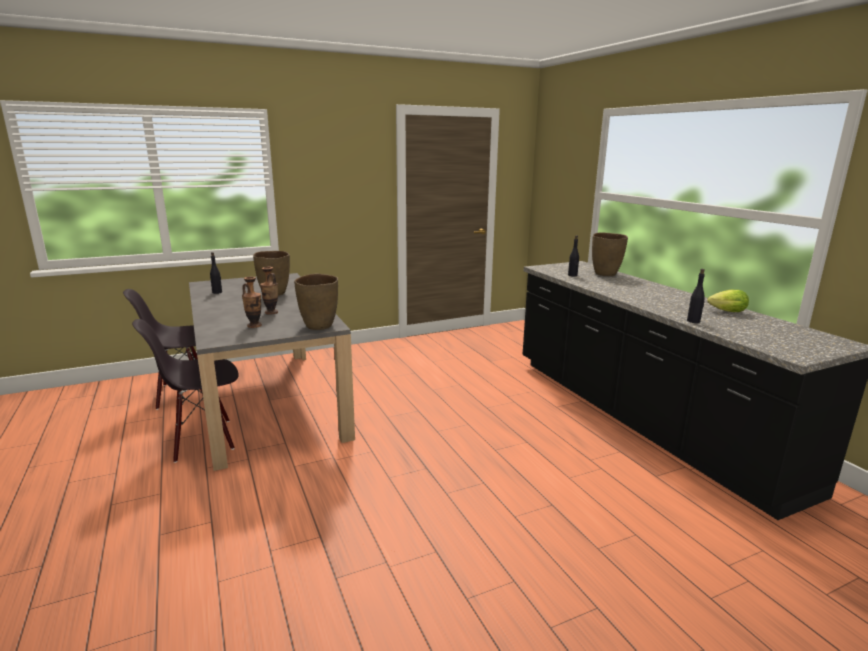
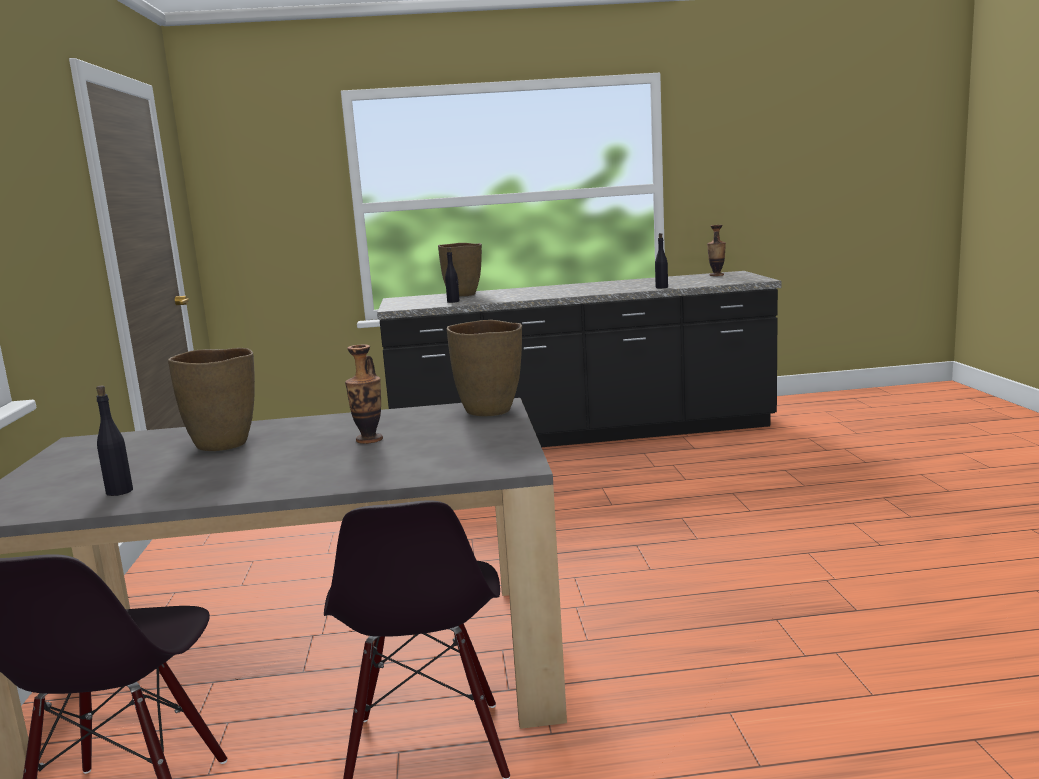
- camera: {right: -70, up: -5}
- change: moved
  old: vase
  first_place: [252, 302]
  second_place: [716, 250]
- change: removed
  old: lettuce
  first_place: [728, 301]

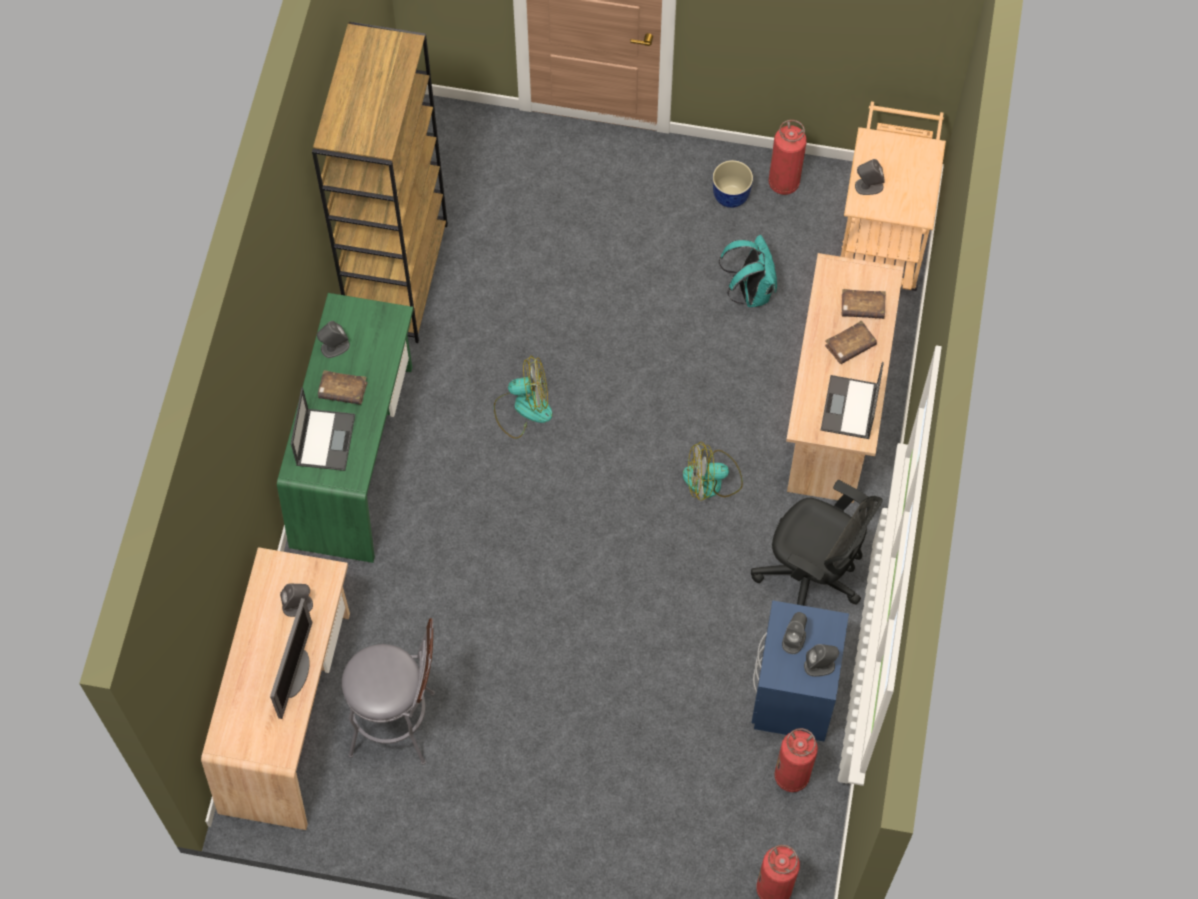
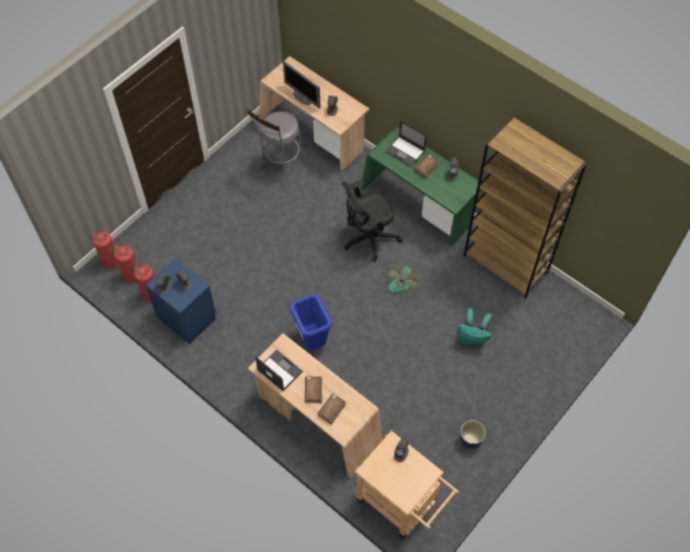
- camera: {right: 120, up: -5}
- change: moved
  old: fire extinguisher
  first_place: [788, 157]
  second_place: [127, 263]
- change: moved
  old: turquoise backpack
  first_place: [748, 271]
  second_place: [474, 327]
- change: replaced
  old: fan
  new: blue trash can
  first_place: [713, 471]
  second_place: [311, 322]
- change: moved
  old: black office chair
  first_place: [817, 543]
  second_place: [372, 221]

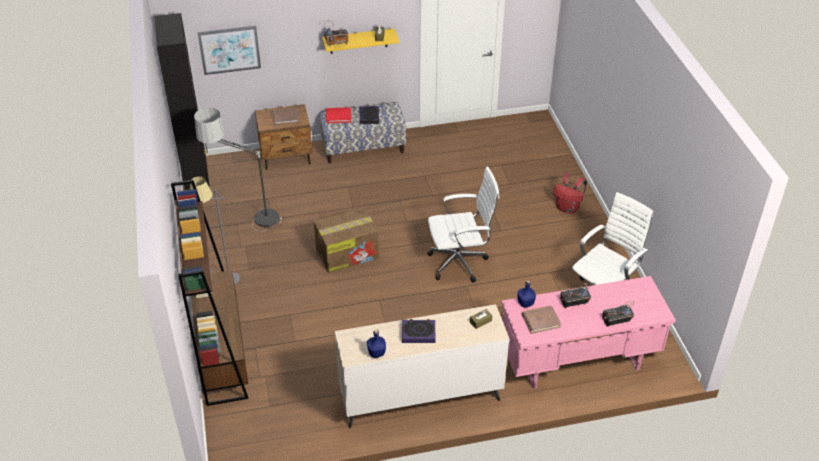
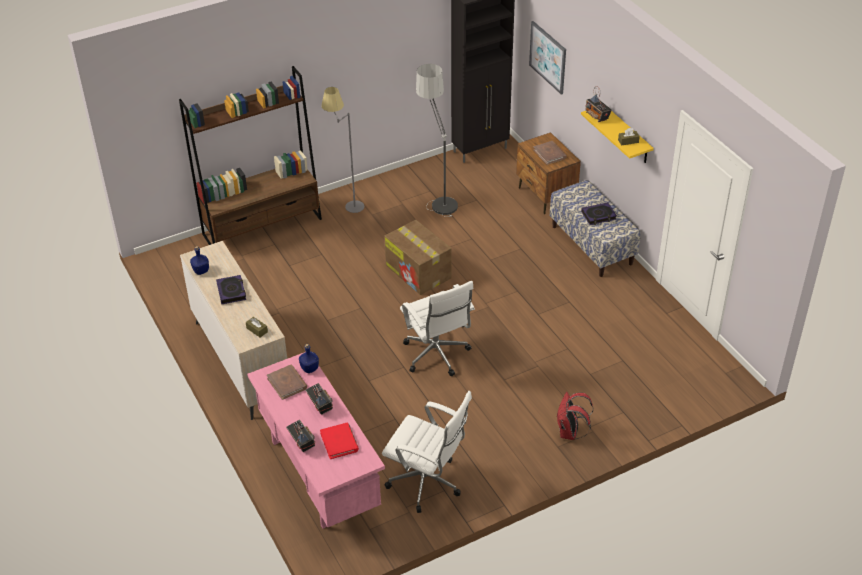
- camera: {right: 75, up: 0}
- change: moved
  old: red book
  first_place: [338, 115]
  second_place: [339, 441]

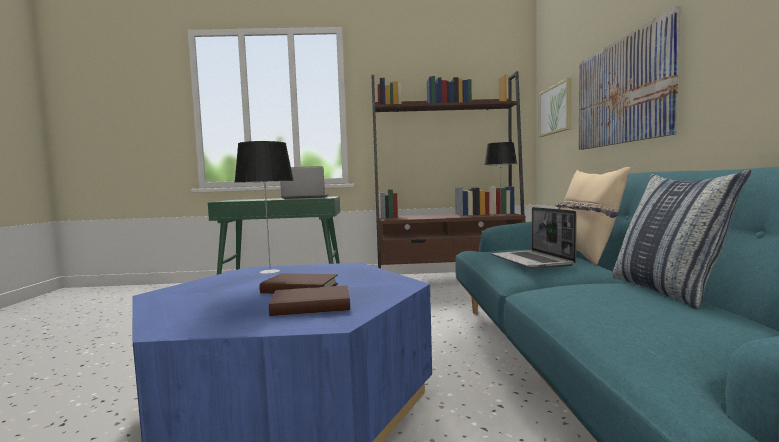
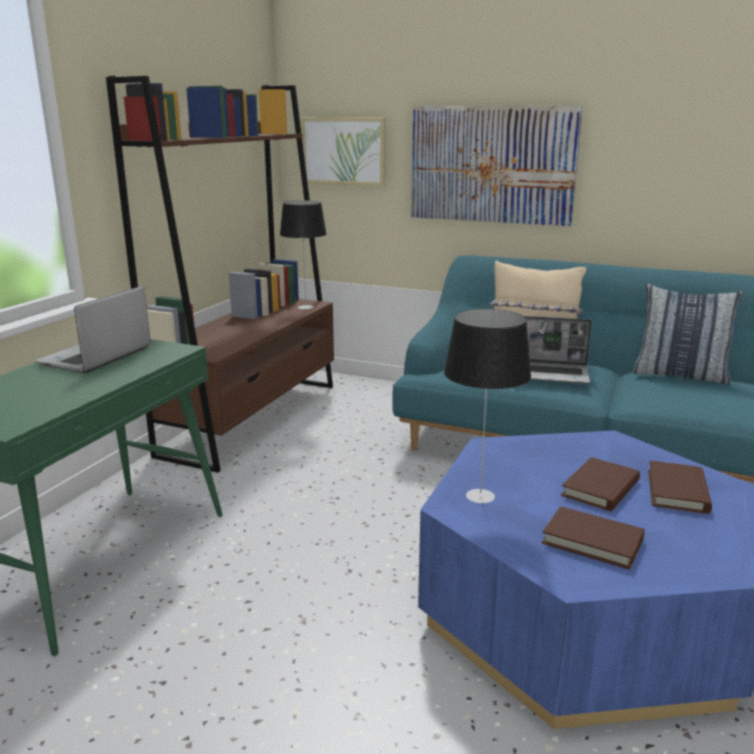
- camera: {right: -65, up: 15}
- change: added
  new: brown book
  second_place: [593, 538]

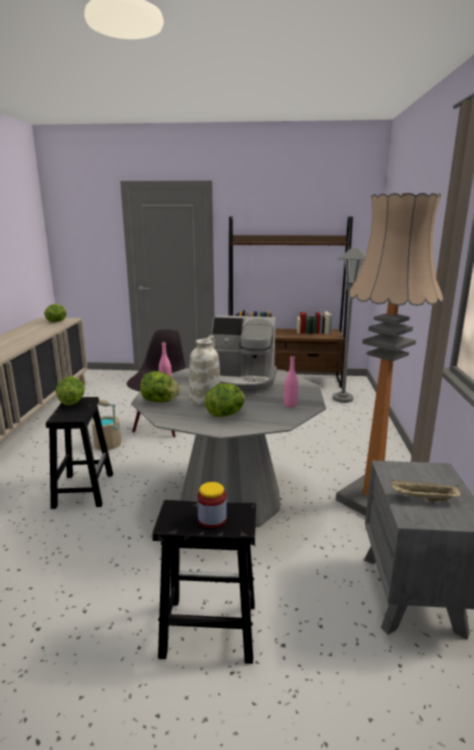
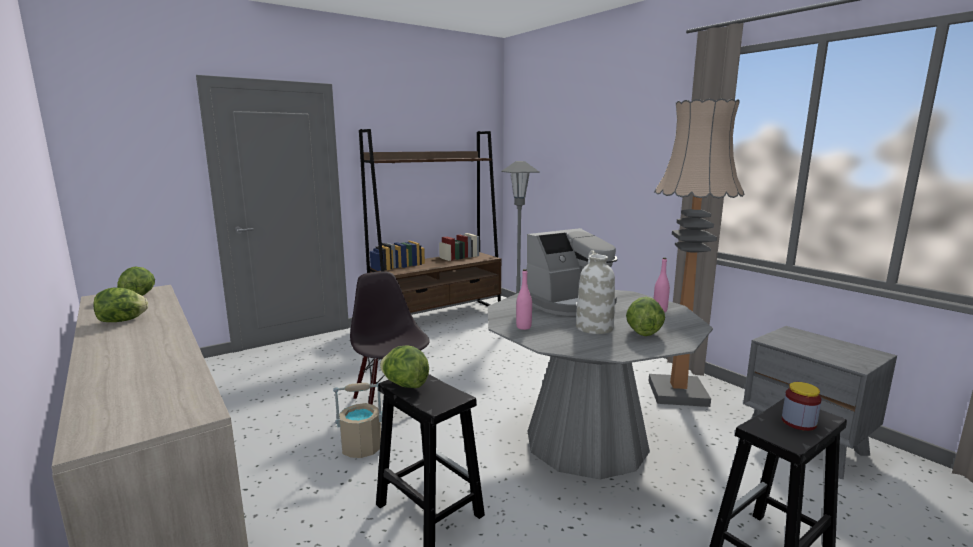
- camera: {right: -40, up: -5}
- change: moved
  old: lettuce
  first_place: [160, 386]
  second_place: [120, 304]
- change: removed
  old: beige tray
  first_place: [426, 491]

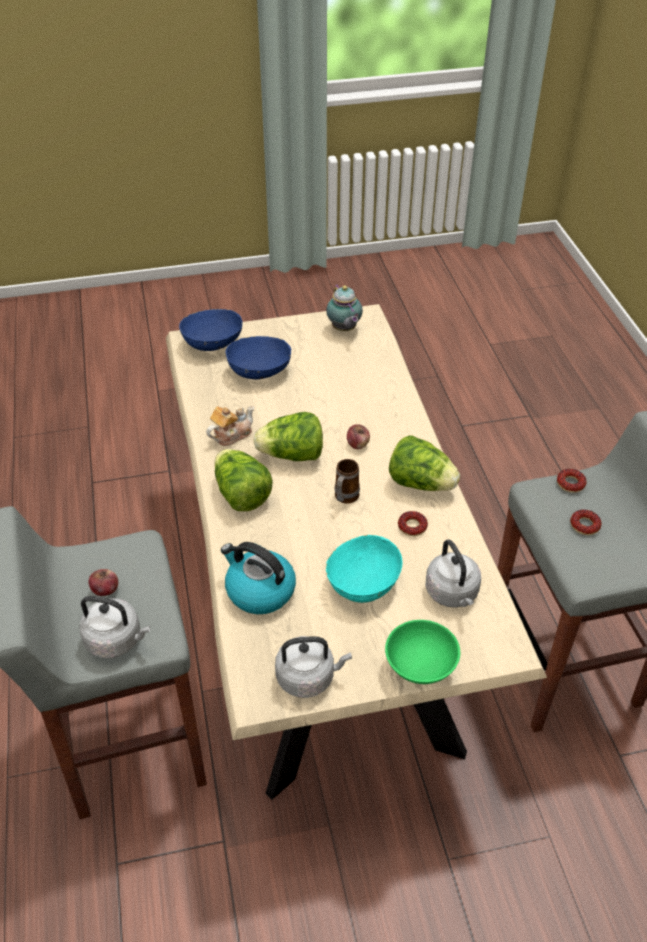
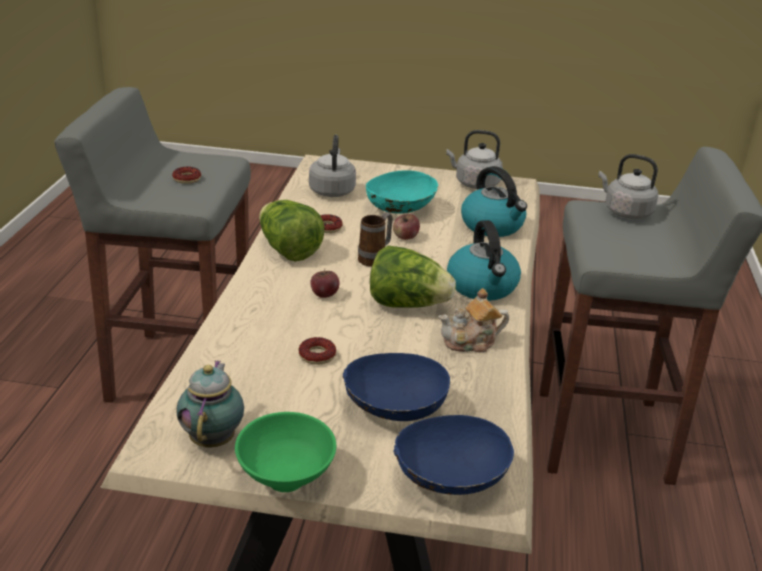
- camera: {right: -160, up: -15}
- change: replaced
  old: lettuce
  new: kettle
  first_place: [243, 480]
  second_place: [484, 260]
- change: moved
  old: donut
  first_place: [572, 481]
  second_place: [317, 351]
- change: moved
  old: apple
  first_place: [103, 582]
  second_place: [406, 227]
- change: moved
  old: green bowl
  first_place: [422, 652]
  second_place: [285, 452]

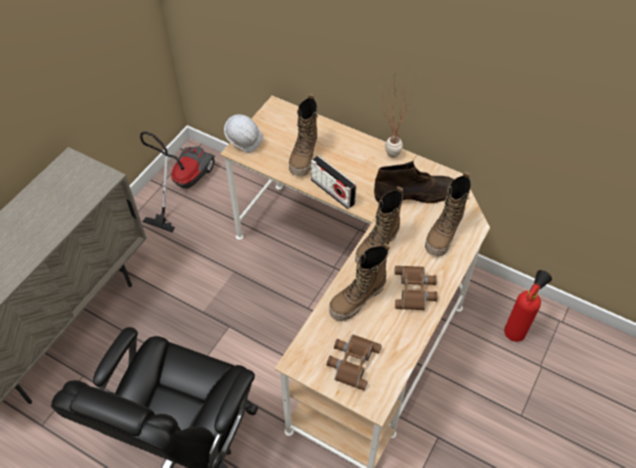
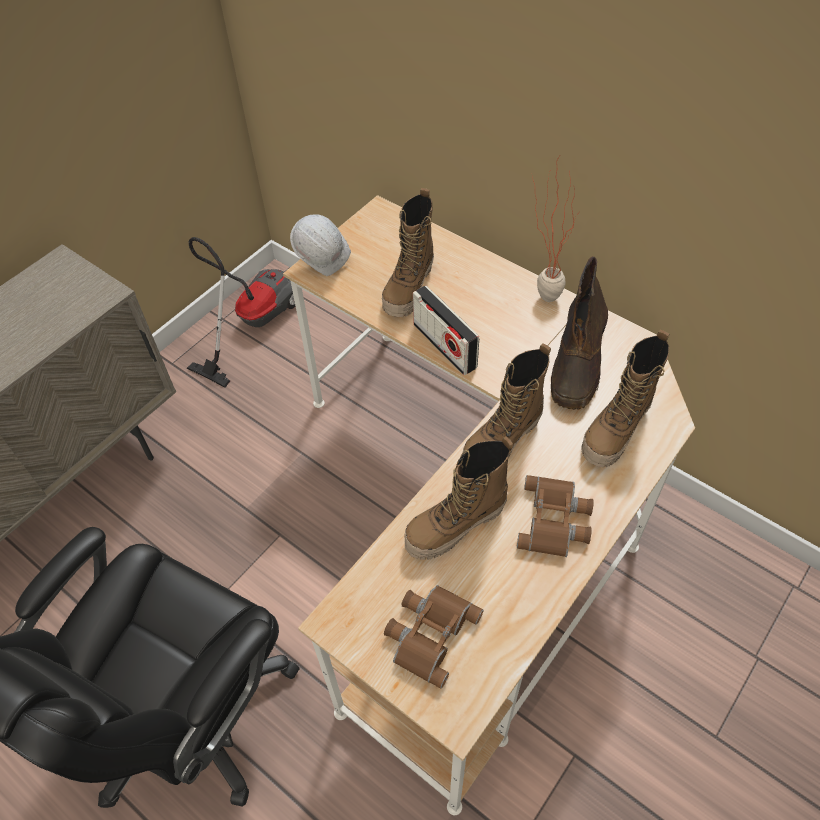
- camera: {right: 10, up: 0}
- change: turned
  old: brown boot
  first_place: [414, 182]
  second_place: [579, 333]
  degrees: 105
- change: removed
  old: fire extinguisher
  first_place: [528, 306]

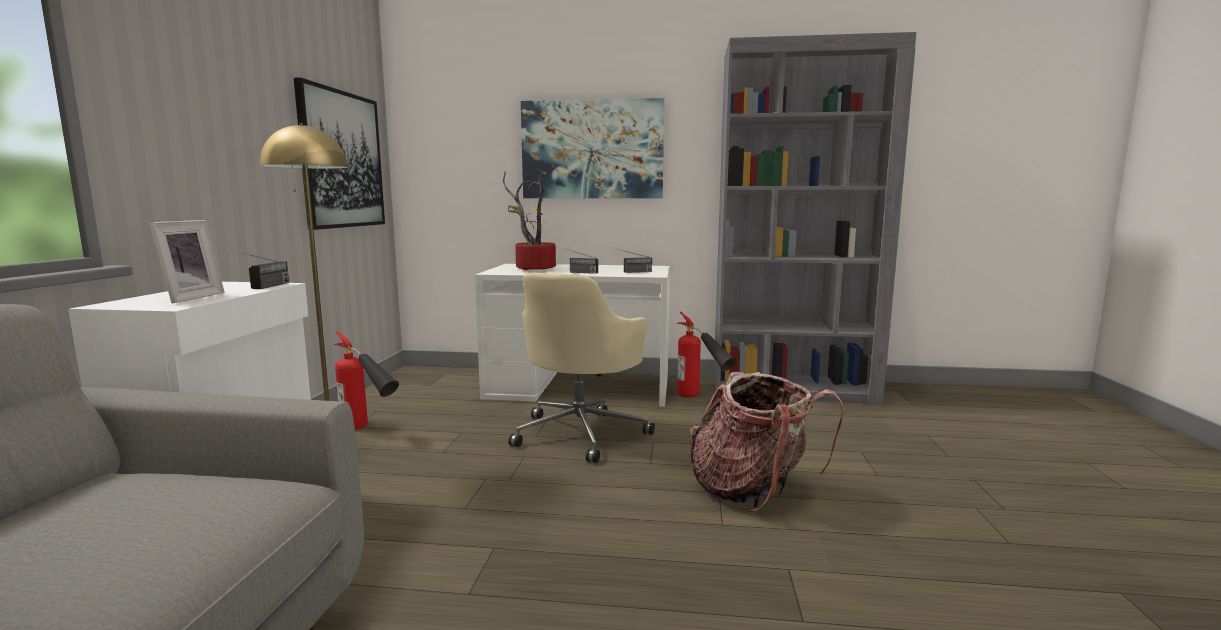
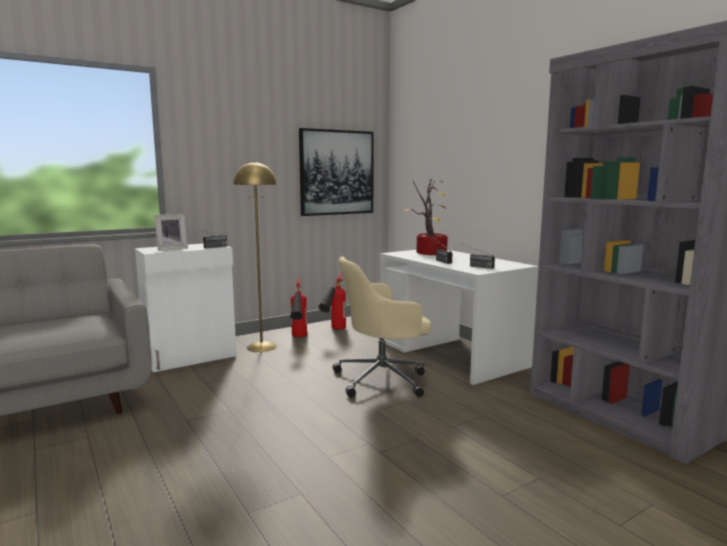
- camera: {right: 50, up: 0}
- change: removed
  old: picture
  first_place: [592, 148]
- change: moved
  old: fire extinguisher
  first_place: [706, 354]
  second_place: [332, 301]
- change: removed
  old: backpack
  first_place: [766, 442]

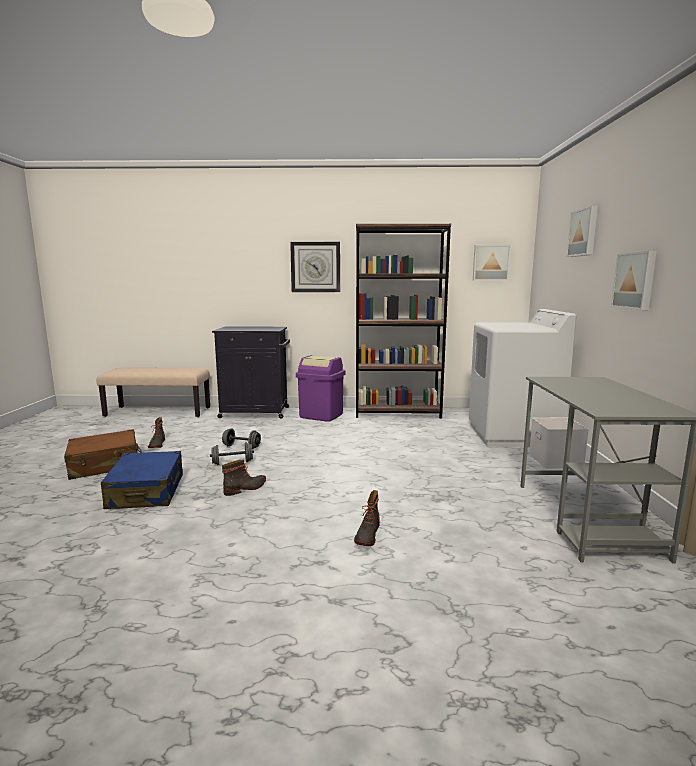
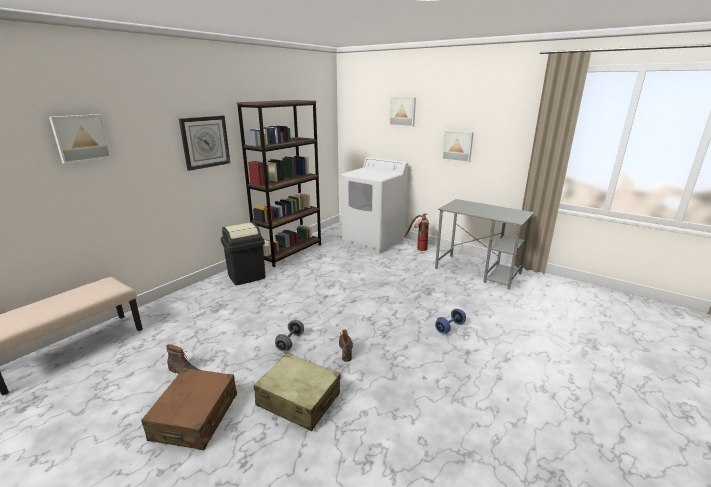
- camera: {right: -55, up: 10}
- change: moved
  old: picture
  first_place: [492, 263]
  second_place: [80, 139]
- change: removed
  old: black cabinet
  first_place: [251, 373]
- change: recoloured
  old: purple trash can
  new: black trash can
  first_place: [320, 388]
  second_place: [243, 253]
- change: replaced
  old: white storage box
  new: fire extinguisher
  first_place: [559, 443]
  second_place: [416, 232]
- change: removed
  old: grey dumbbell
  first_place: [241, 438]
- change: recoloured
  old: blue suitcase
  new: beige suitcase
  first_place: [142, 480]
  second_place: [297, 392]
- change: replaced
  old: boot
  new: blue dumbbell
  first_place: [366, 518]
  second_place: [450, 321]

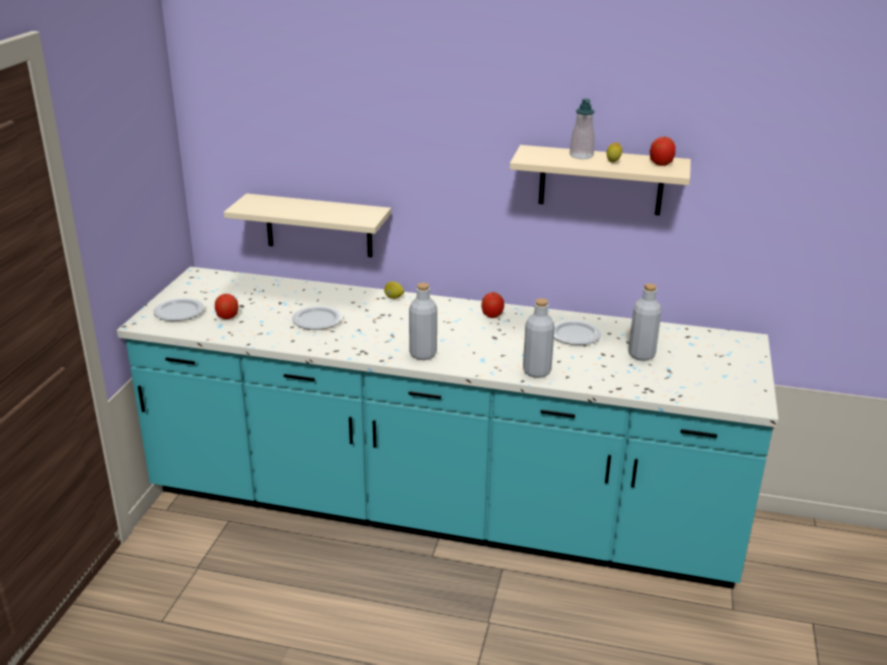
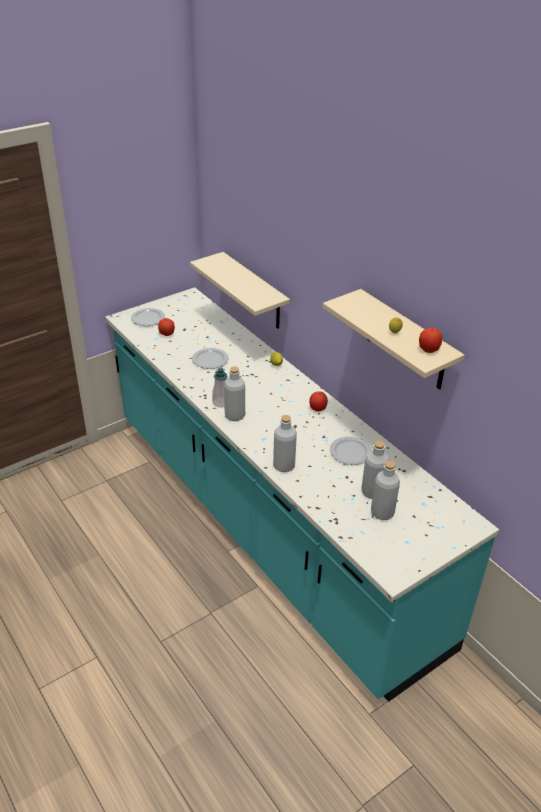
- camera: {right: 40, up: 10}
- change: moved
  old: soap dispenser
  first_place: [582, 128]
  second_place: [219, 388]
- change: added
  new: grey bottle
  second_place: [385, 490]

